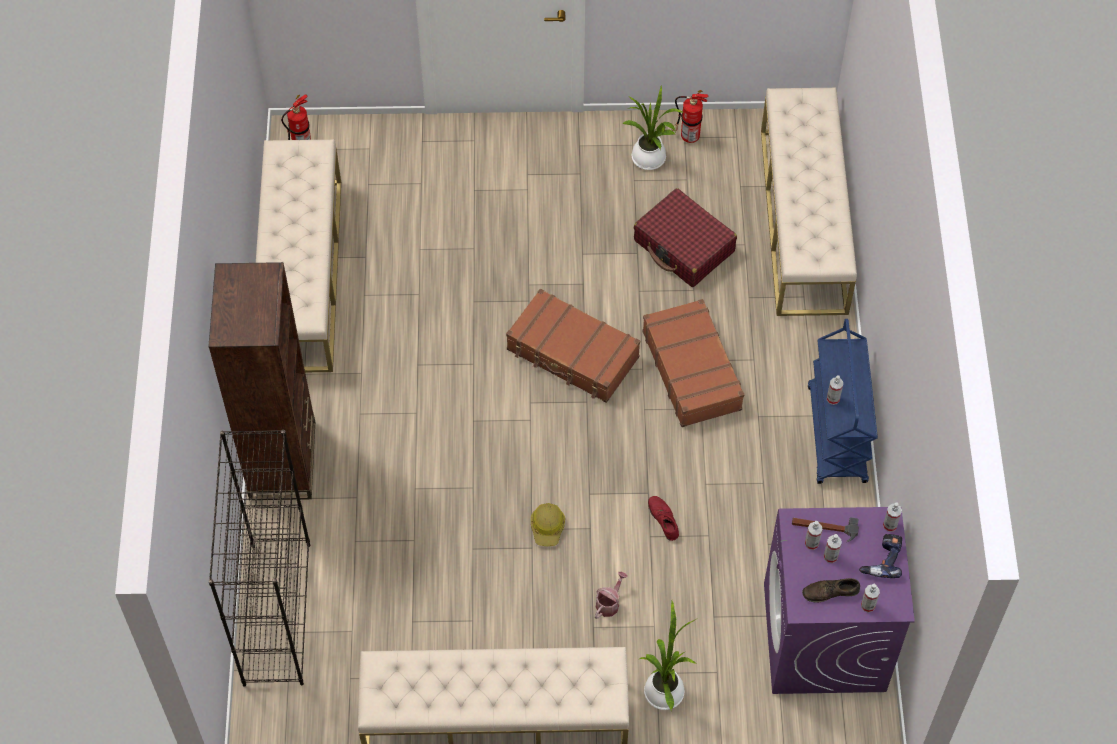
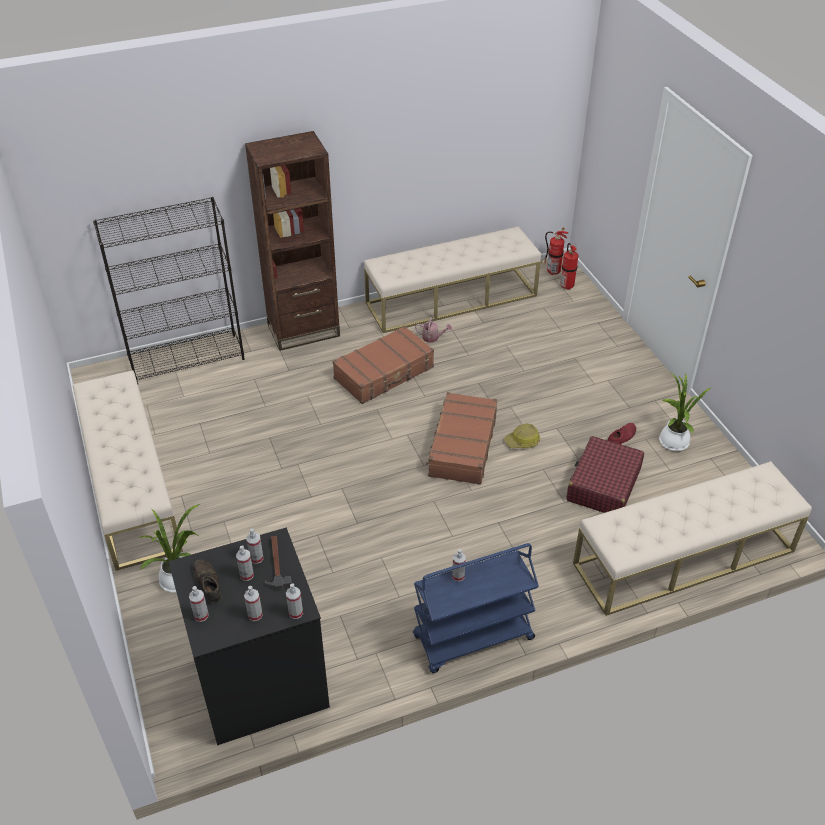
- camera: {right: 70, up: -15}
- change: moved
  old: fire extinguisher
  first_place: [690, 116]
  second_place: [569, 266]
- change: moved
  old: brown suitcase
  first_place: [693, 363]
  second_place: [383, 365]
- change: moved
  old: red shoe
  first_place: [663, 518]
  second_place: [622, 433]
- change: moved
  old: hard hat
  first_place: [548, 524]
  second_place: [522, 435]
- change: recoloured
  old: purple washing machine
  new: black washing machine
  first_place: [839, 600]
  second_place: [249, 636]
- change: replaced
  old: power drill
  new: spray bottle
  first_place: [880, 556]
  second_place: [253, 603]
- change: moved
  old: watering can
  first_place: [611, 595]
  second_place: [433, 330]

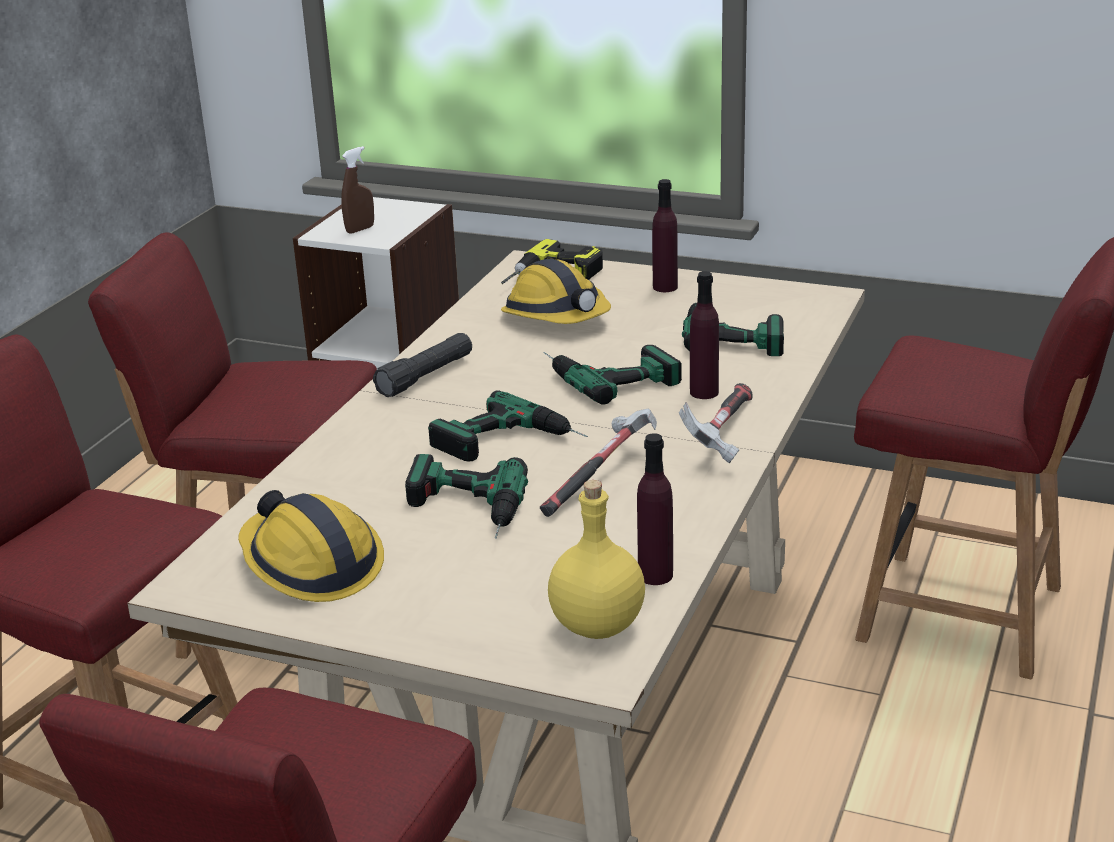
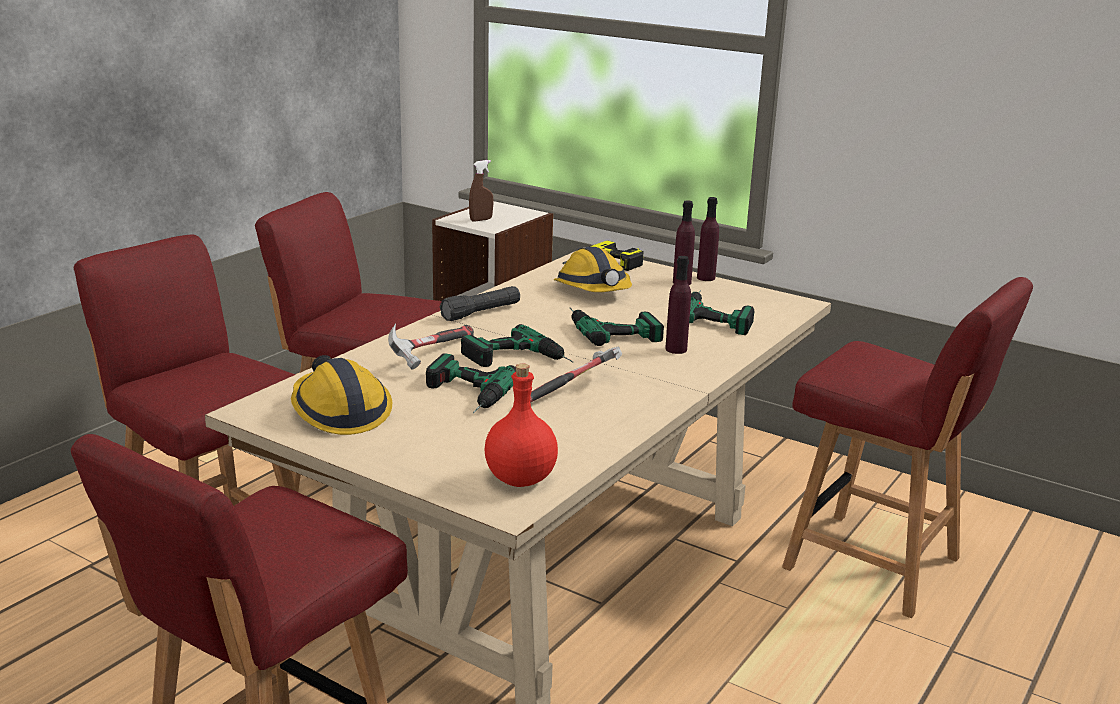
- camera: {right: 10, up: -5}
- change: moved
  old: hammer
  first_place: [716, 423]
  second_place: [431, 346]
- change: moved
  old: purple bottle
  first_place: [655, 509]
  second_place: [708, 239]
- change: recoloured
  old: yellow bottle
  new: red bottle
  first_place: [596, 559]
  second_place: [521, 425]

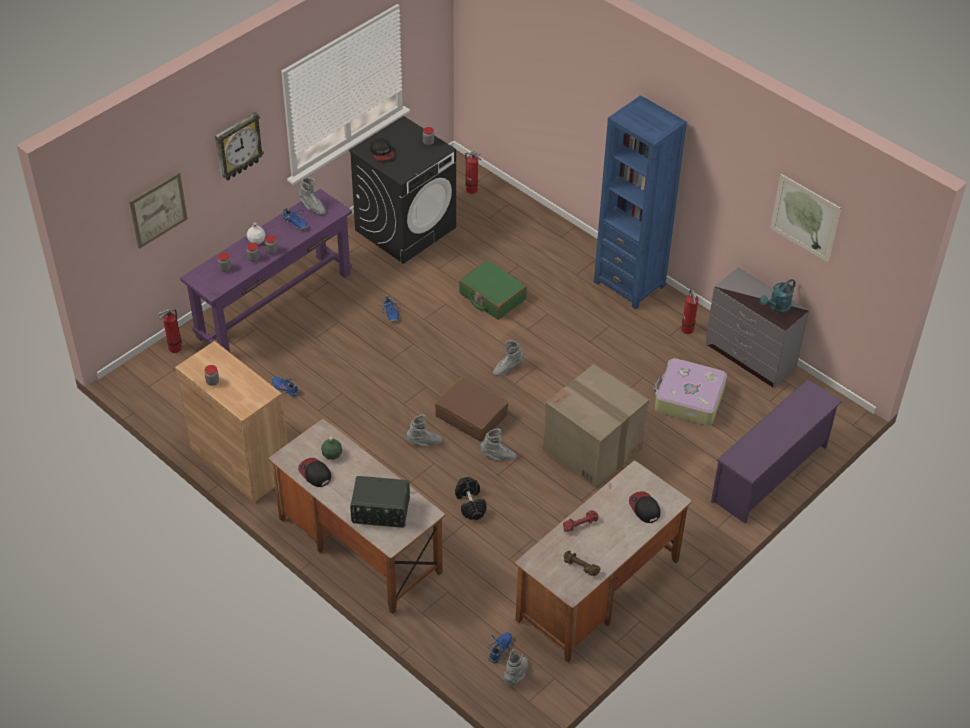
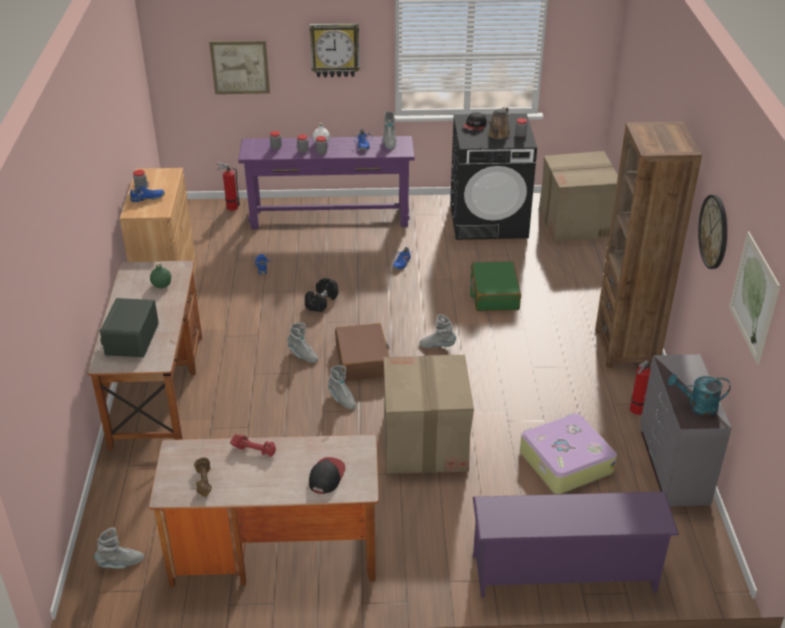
- camera: {right: 45, up: -10}
- change: recoloured
  old: blue bookcase
  new: brown bookcase
  first_place: [640, 202]
  second_place: [648, 245]
- change: replaced
  old: fire extinguisher
  new: cardboard box
  first_place: [473, 172]
  second_place: [578, 196]
- change: removed
  old: cap
  first_place: [314, 472]
- change: turned
  old: radio
  first_place: [380, 502]
  second_place: [129, 328]
  degrees: 45
- change: moved
  old: black dumbbell
  first_place: [470, 498]
  second_place: [321, 295]
- change: moved
  old: blue shoe
  first_place: [499, 647]
  second_place: [147, 192]
- change: added
  new: brown watering can
  second_place: [499, 123]
- change: added
  new: wall clock
  second_place: [712, 232]

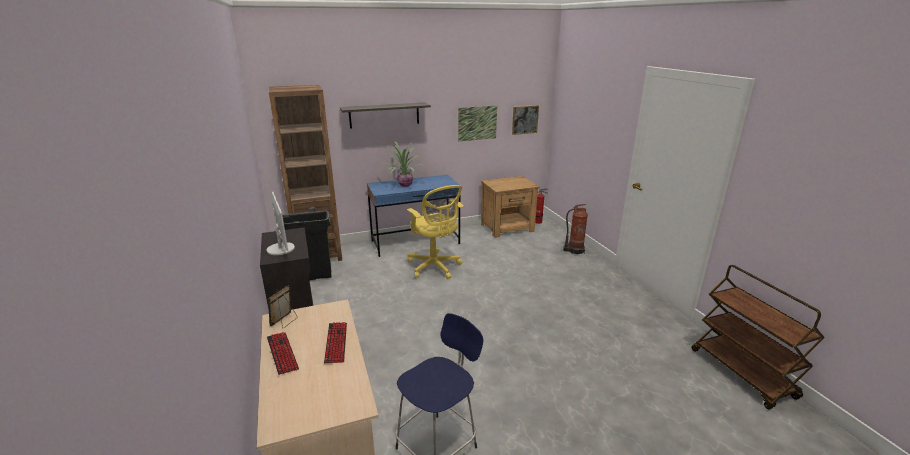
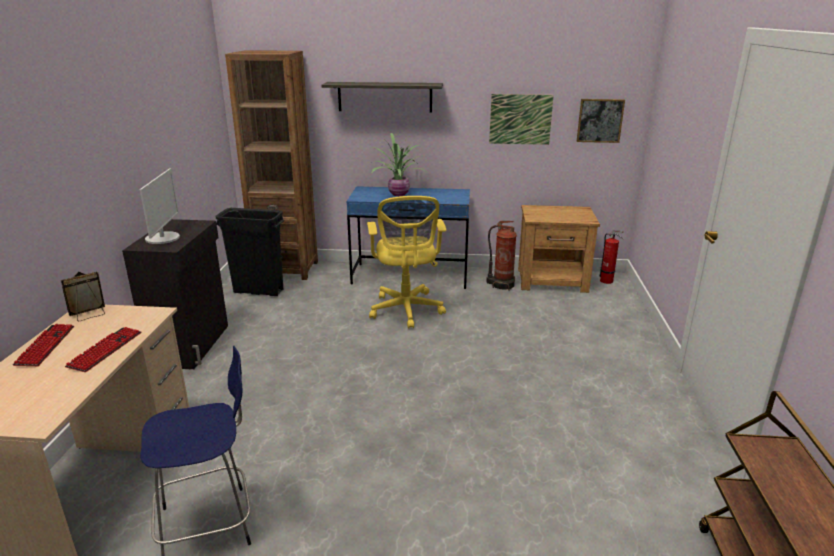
- camera: {right: 25, up: 0}
- change: moved
  old: fire extinguisher
  first_place: [575, 229]
  second_place: [501, 256]

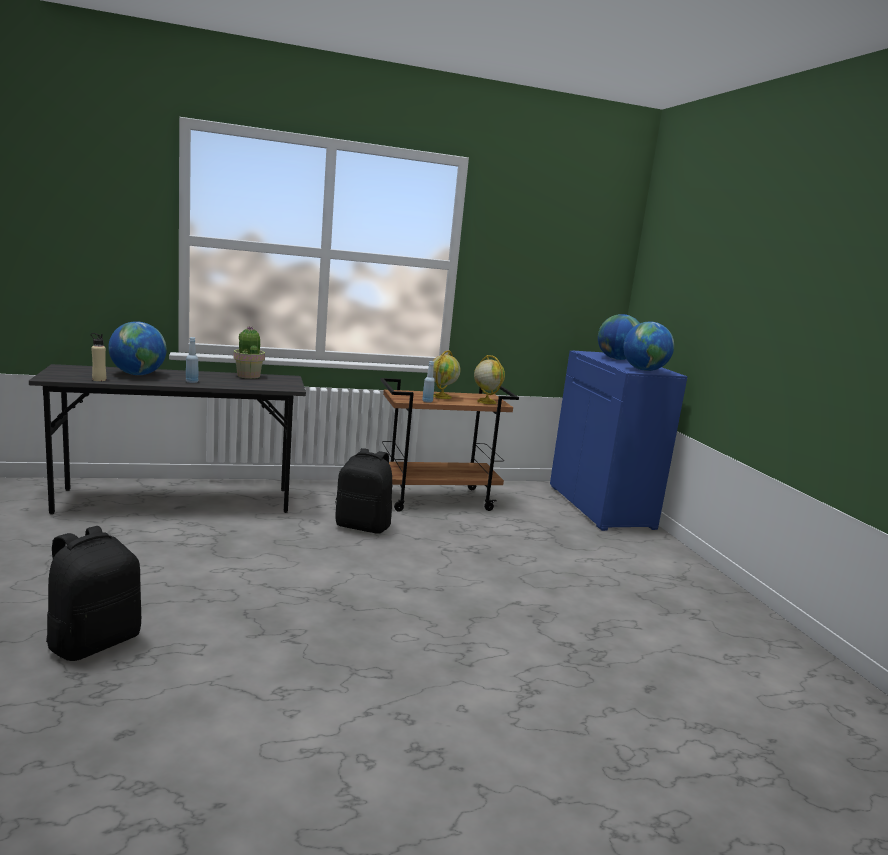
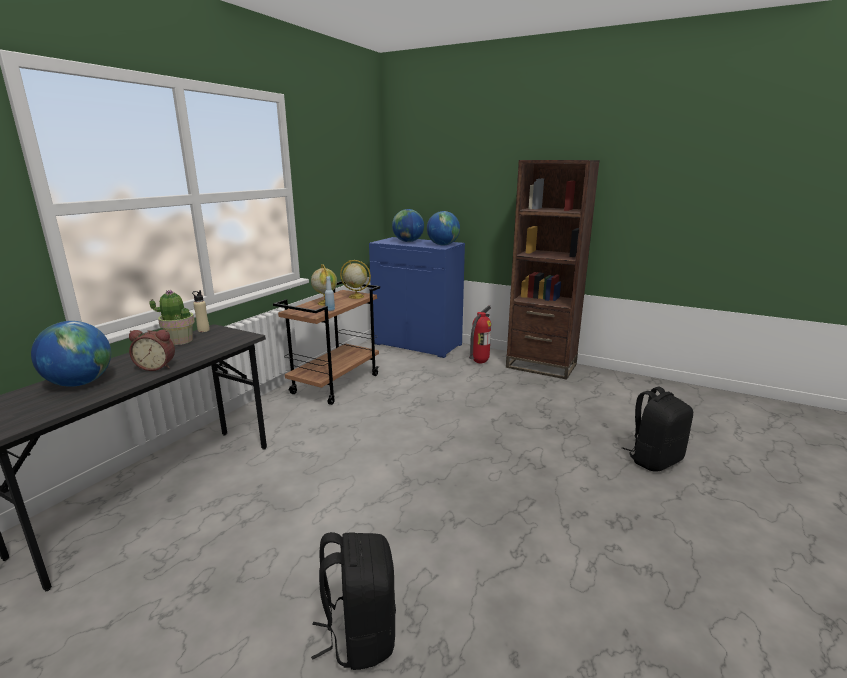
- camera: {right: -45, up: 5}
- change: moved
  old: beige bottle
  first_place: [98, 357]
  second_place: [201, 311]
- change: replaced
  old: blue bottle
  new: alarm clock
  first_place: [192, 360]
  second_place: [152, 350]
- change: moved
  old: black backpack
  first_place: [363, 491]
  second_place: [657, 429]
- change: added
  new: brown bookcase
  second_place: [553, 270]
- change: added
  new: fire extinguisher
  second_place: [480, 334]

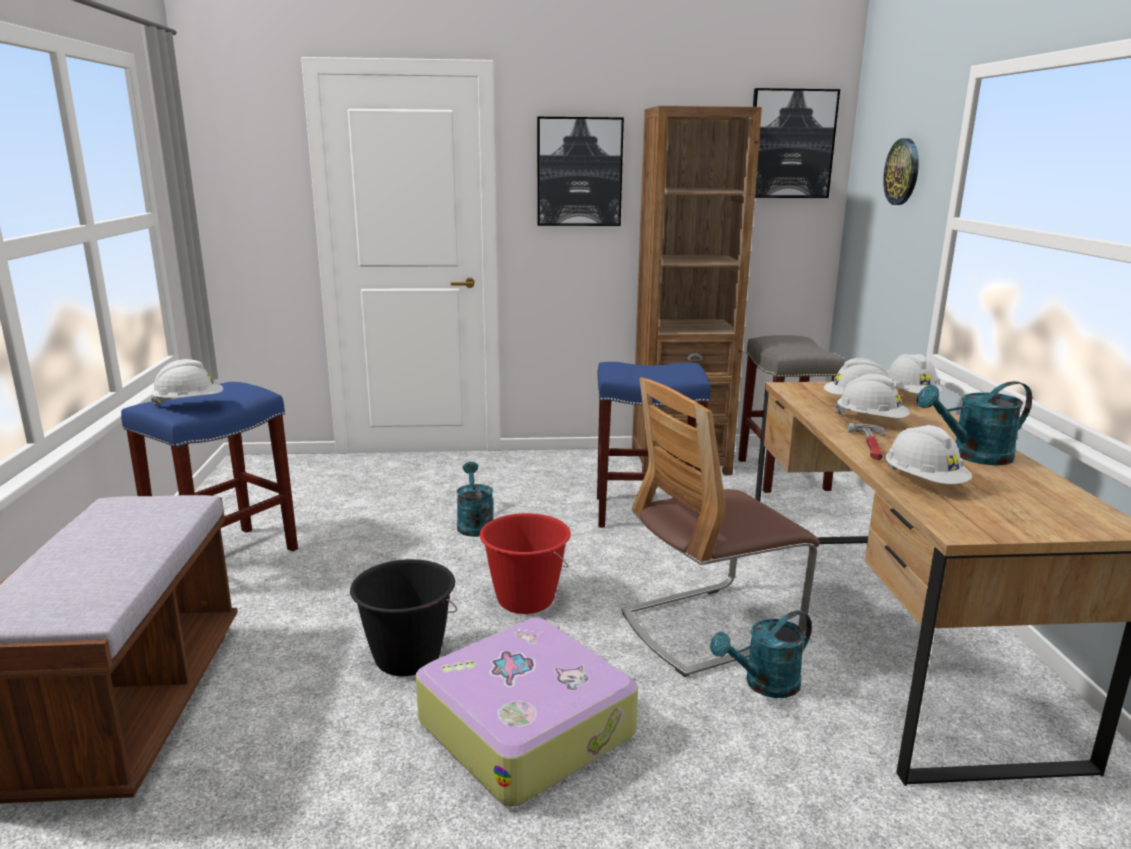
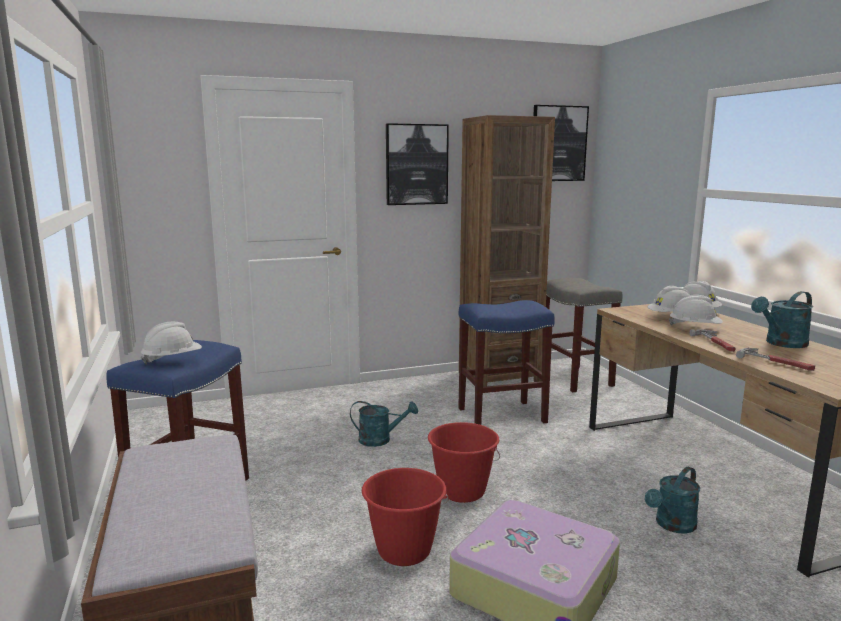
- camera: {right: -15, up: -5}
- change: removed
  old: wall clock
  first_place: [901, 171]
- change: removed
  old: chair
  first_place: [720, 527]
- change: replaced
  old: white hard hat
  new: hammer
  first_place: [928, 454]
  second_place: [775, 359]
- change: turned
  old: turquoise watering can
  first_place: [475, 499]
  second_place: [384, 424]
  degrees: 120
- change: recoloured
  old: black bucket
  new: red bucket
  first_place: [403, 617]
  second_place: [405, 517]

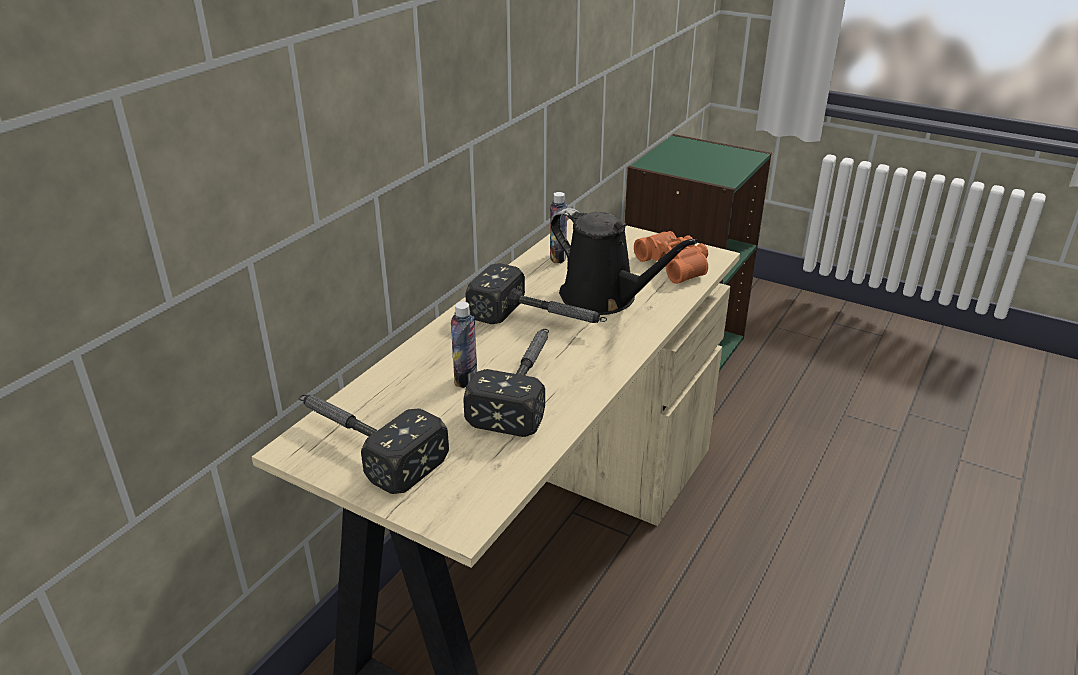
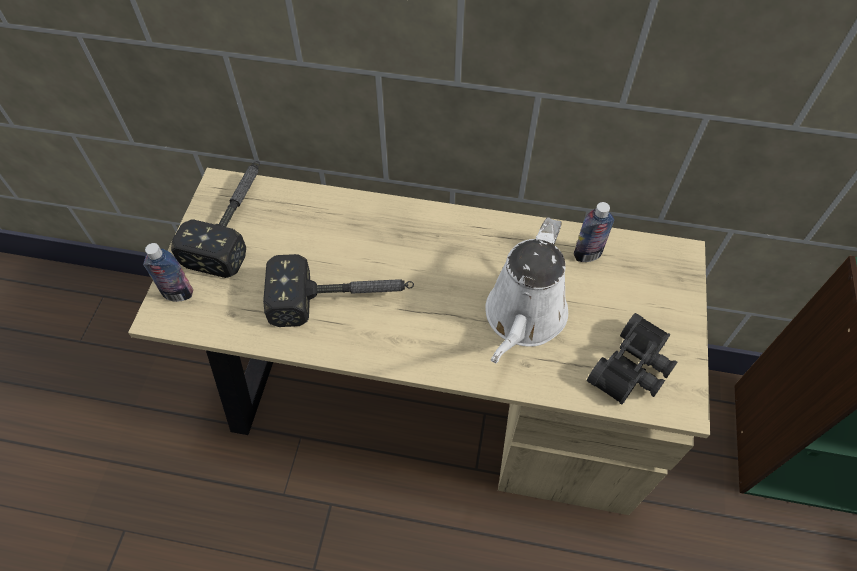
- camera: {right: 70, up: 25}
- change: recoloured
  old: black watering can
  new: white watering can
  first_place: [624, 261]
  second_place: [526, 290]
- change: recoloured
  old: orange binoculars
  new: black binoculars
  first_place: [671, 257]
  second_place: [632, 359]
- change: removed
  old: hammer
  first_place: [536, 293]
- change: moved
  old: bottle
  first_place: [464, 345]
  second_place: [168, 272]

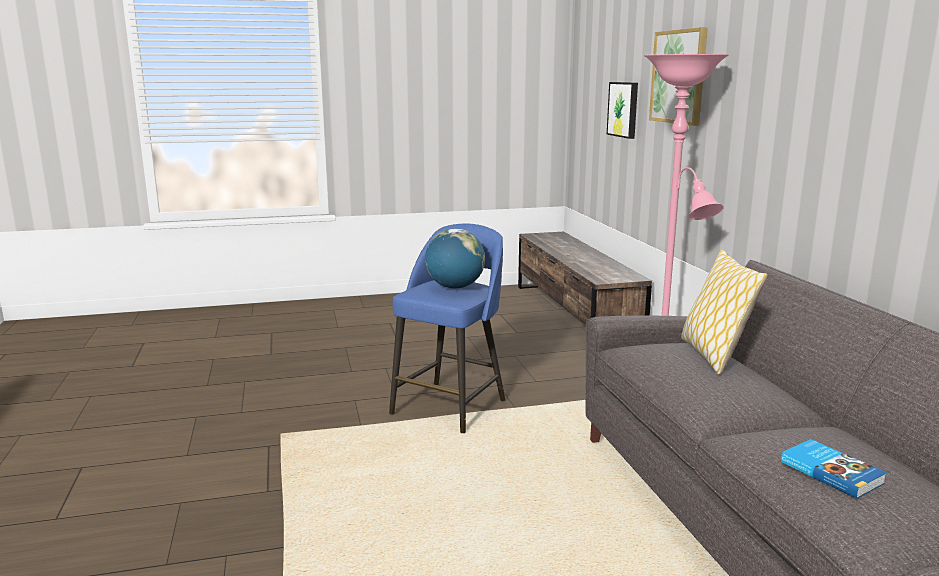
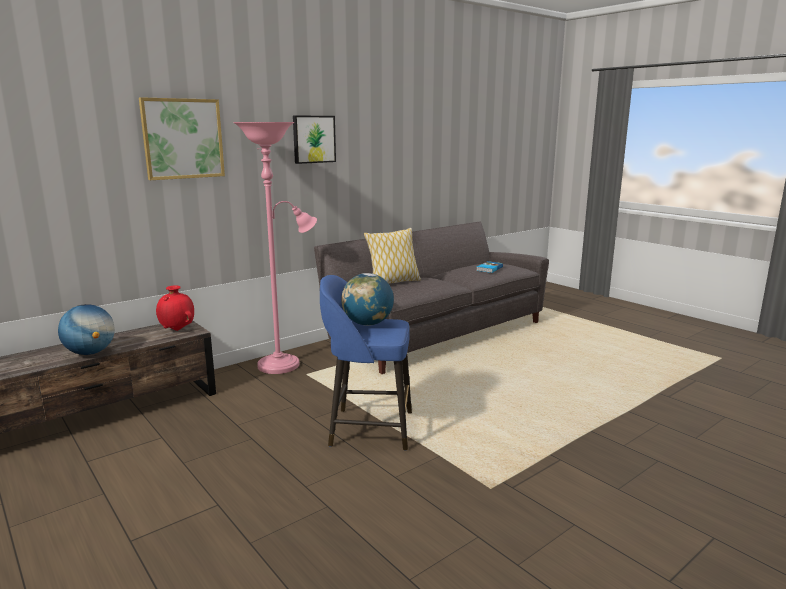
- camera: {right: -115, up: 0}
- change: moved
  old: picture
  first_place: [622, 110]
  second_place: [314, 139]
- change: added
  new: red vase
  second_place: [175, 308]
- change: added
  new: globe
  second_place: [86, 329]

